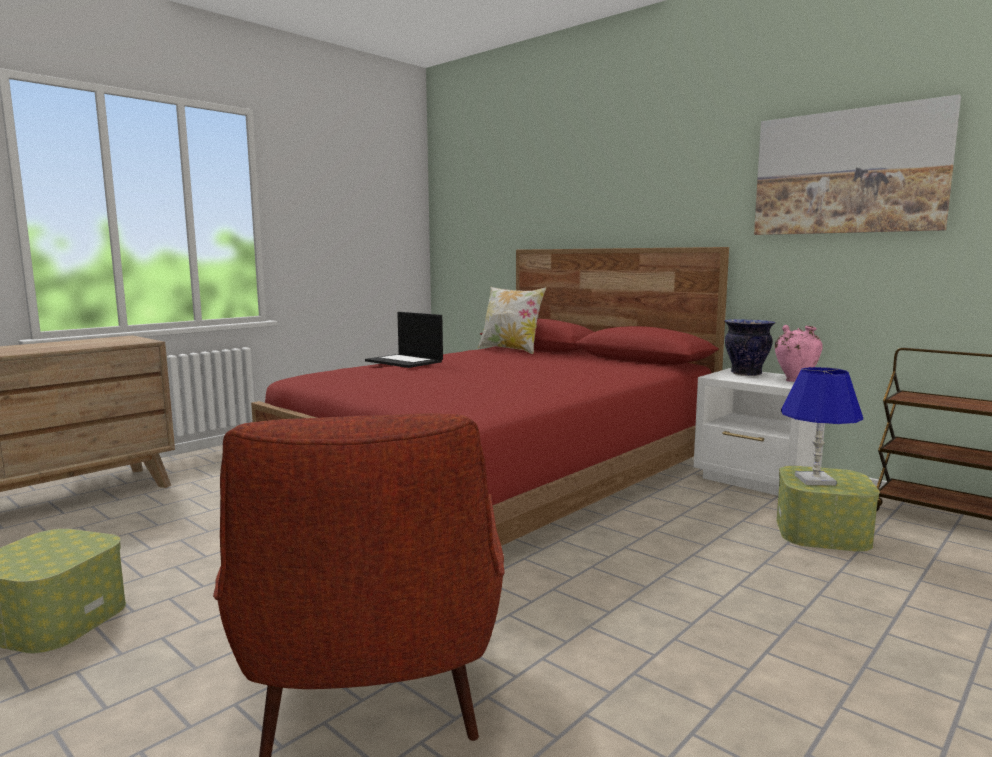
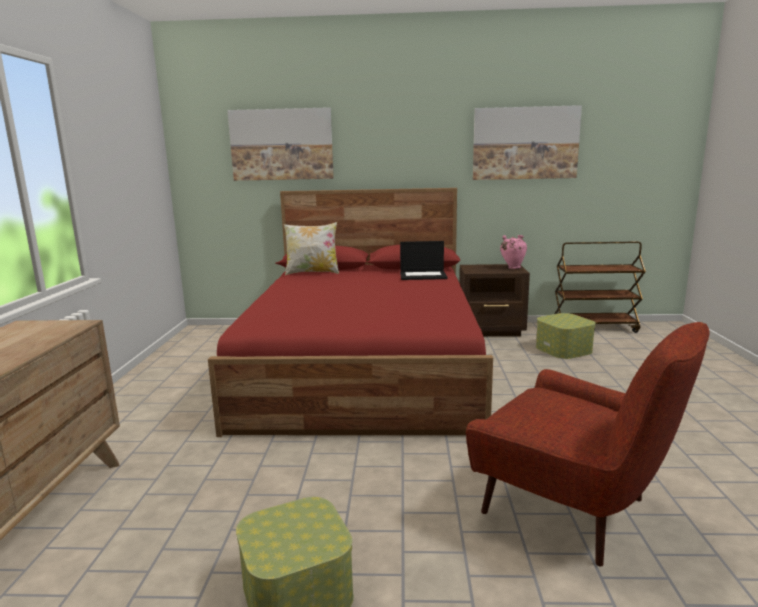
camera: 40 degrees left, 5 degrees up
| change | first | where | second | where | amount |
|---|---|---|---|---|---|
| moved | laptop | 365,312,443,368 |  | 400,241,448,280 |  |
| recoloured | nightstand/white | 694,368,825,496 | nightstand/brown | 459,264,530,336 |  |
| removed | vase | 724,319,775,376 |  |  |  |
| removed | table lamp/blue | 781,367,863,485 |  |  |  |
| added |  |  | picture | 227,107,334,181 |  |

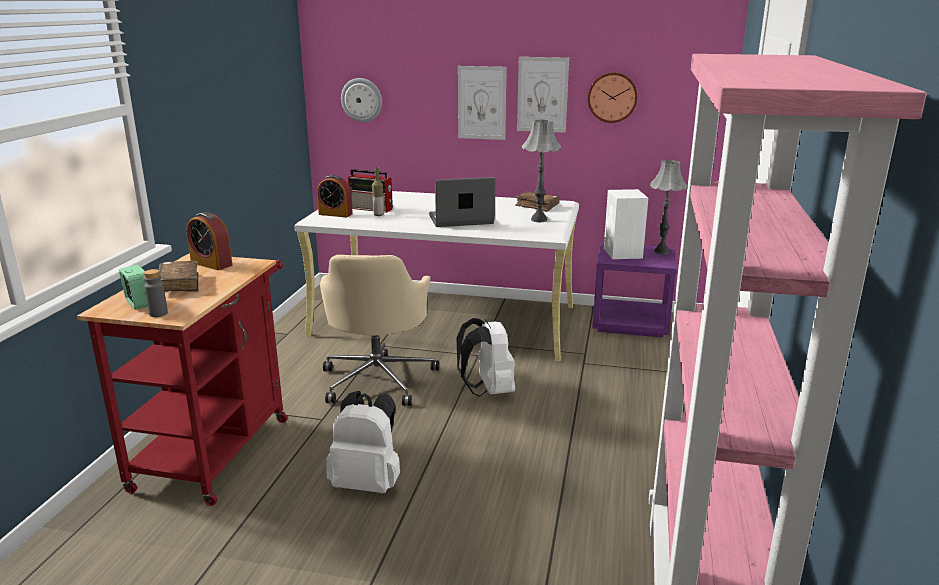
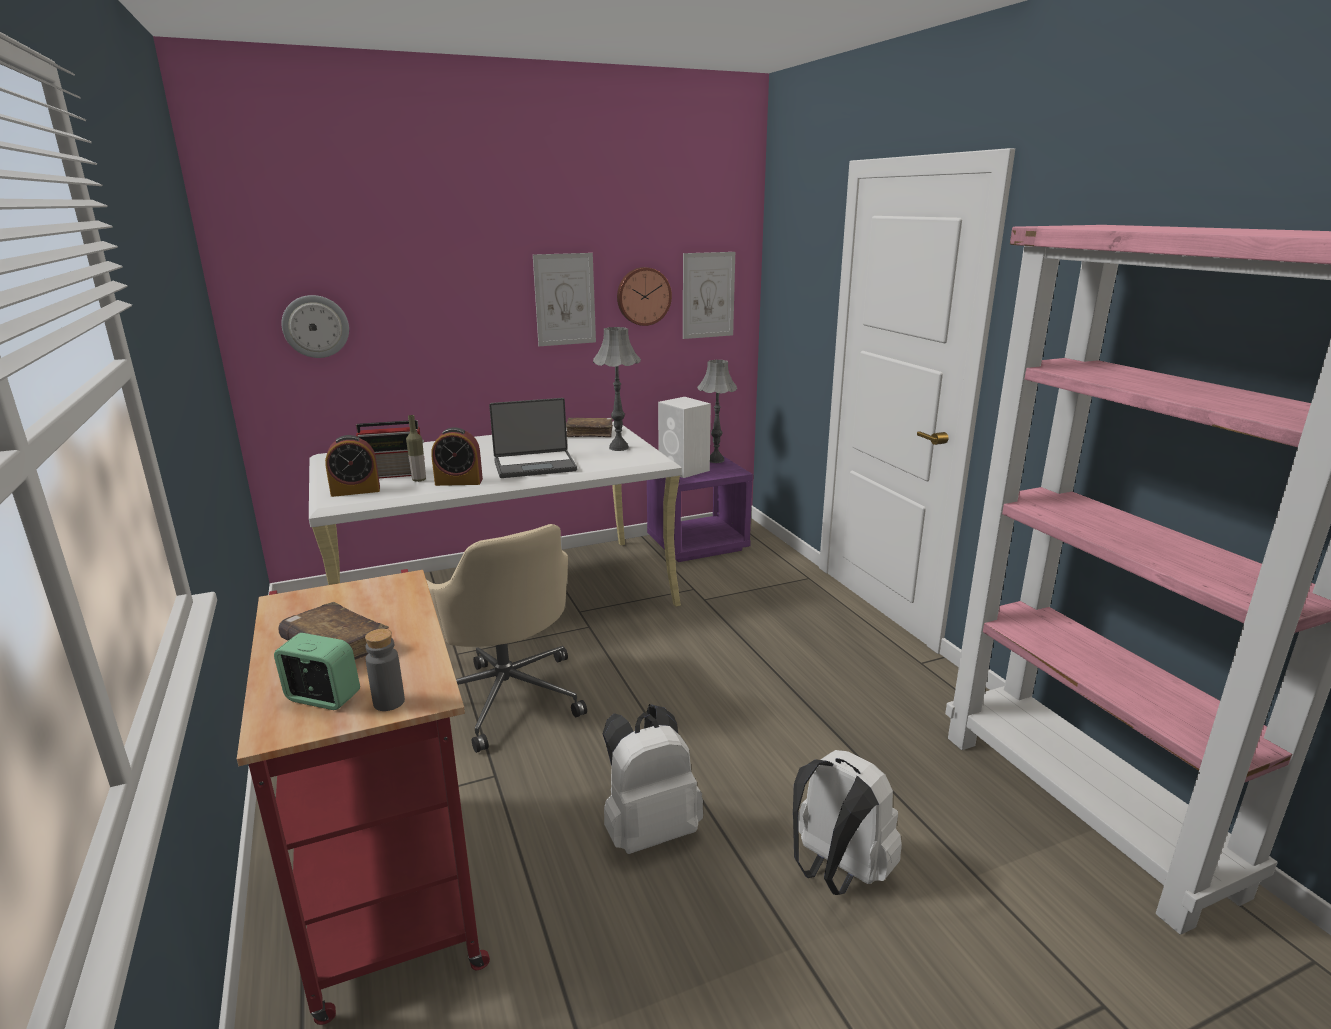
camera: 35 degrees left, 0 degrees up
| change | first | where | second | where | amount |
|---|---|---|---|---|---|
| moved | alarm clock | 187,212,232,270 |  | 431,427,483,486 |  |
| turned | laptop | 429,177,495,227 |  | 489,398,577,478 | 150 degrees counterclockwise |
| moved | backpack/white | 456,318,515,397 |  | 793,750,902,895 |  |
| moved | picture | 458,66,507,140 |  | 683,252,735,339 |  |

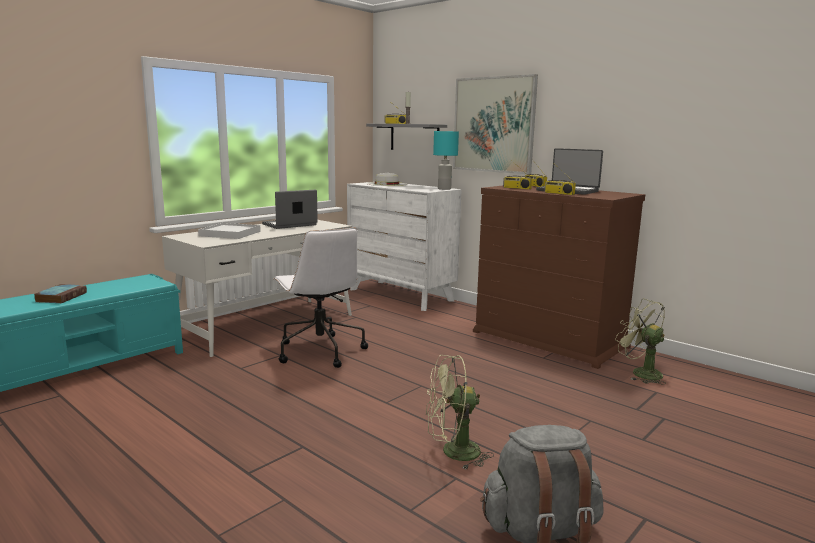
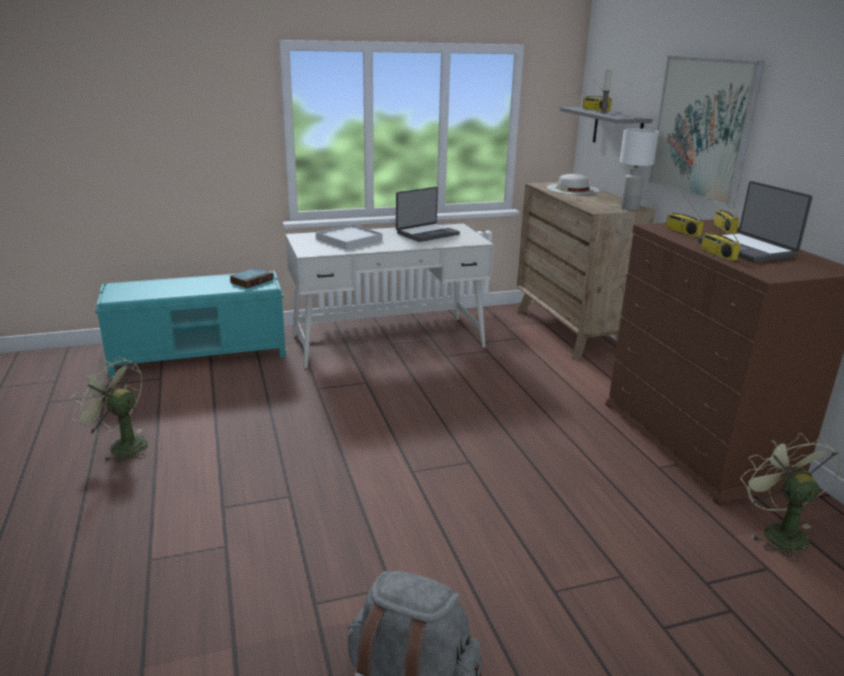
camera: 30 degrees right, 10 degrees up
| change | first | where | second | where | amount |
|---|---|---|---|---|---|
| moved | book | 34,284,87,303 |  | 230,268,274,288 |  |
| turned | laptop | 262,190,318,229 |  | 396,187,460,242 | 150 degrees clockwise |
| removed | office chair/white | 273,228,368,368 |  |  |  |
| recoloured | dresser/white | 347,182,462,311 | dresser/brown | 517,182,655,360 |  |
| moved | fan/green | 426,355,494,470 |  | 70,356,148,463 |  |
| recoloured | table lamp/turquoise | 433,131,459,190 | table lamp/white | 620,128,659,210 |  |

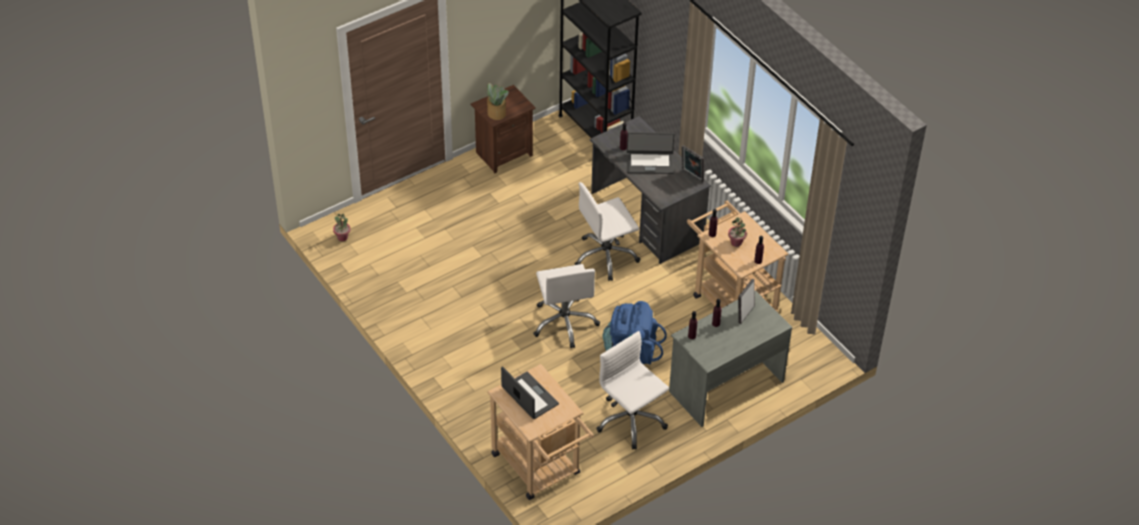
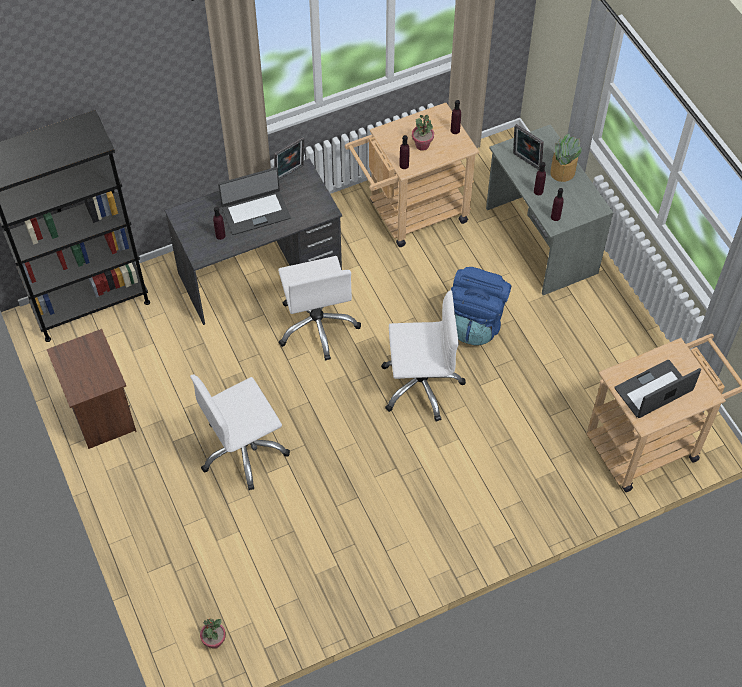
camera: 80 degrees left, 10 degrees up
| change | first | where | second | where | amount |
|---|---|---|---|---|---|
| moved | potted plant | 484,83,509,120 |  | 550,134,582,182 |  |
| moved | office chair/white | 596,331,669,450 |  | 190,374,290,490 |  |
| turned | laptop | 627,132,674,174 |  | 218,167,291,235 | 60 degrees clockwise |

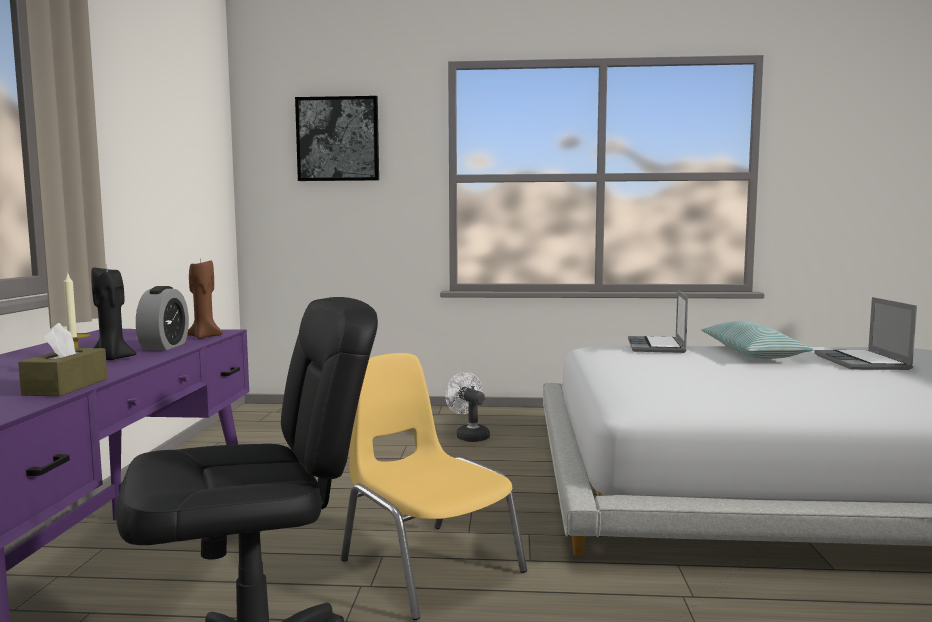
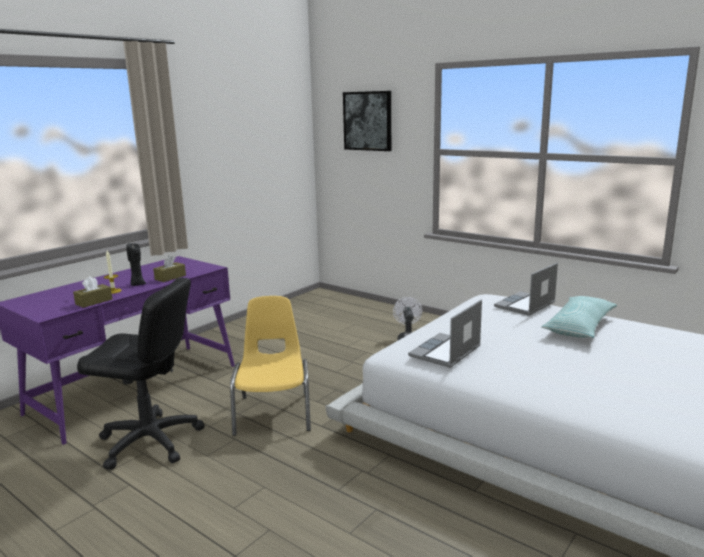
camera: 35 degrees right, 10 degrees up
| change | first | where | second | where | amount |
|---|---|---|---|---|---|
| replaced | alarm clock | 136,286,189,350 | tissue box/brown | 153,255,186,282 |  |
| removed | candle/brown | 187,259,223,339 |  |  |  |
| moved | laptop | 814,297,917,370 |  | 408,300,482,368 |  |

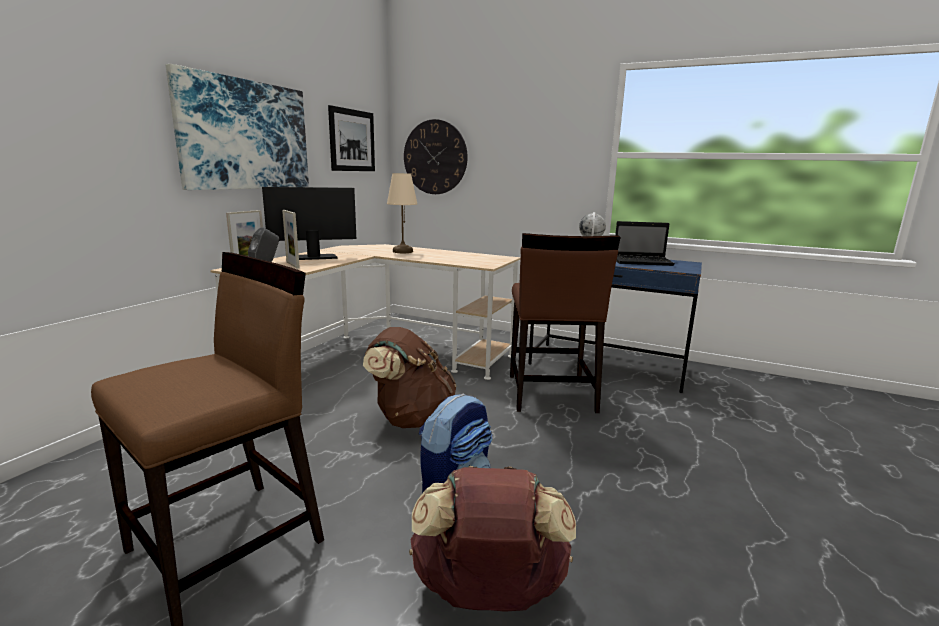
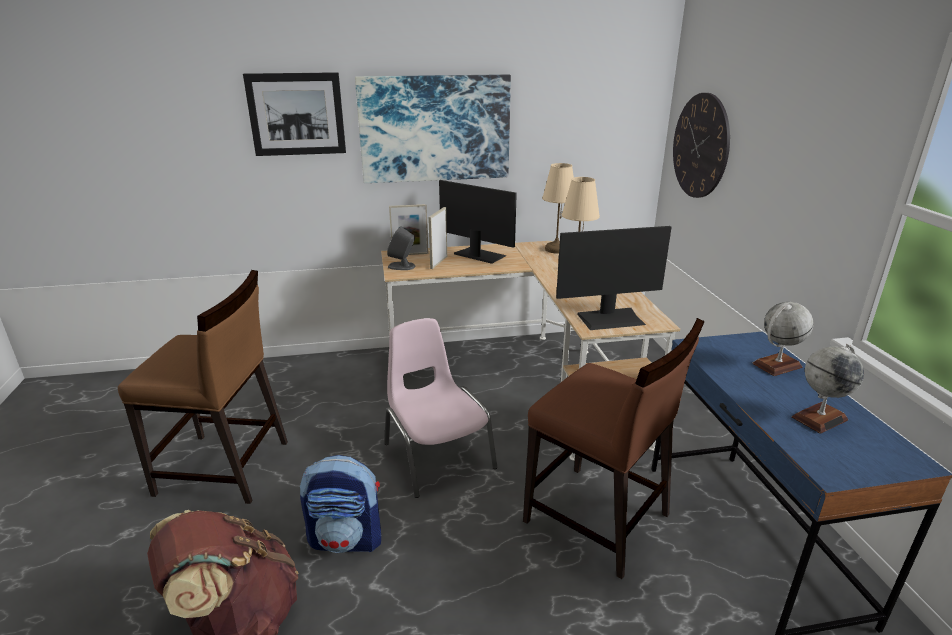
camera: 55 degrees right, 10 degrees up
| change | first | where | second | where | amount |
|---|---|---|---|---|---|
| moved | picture | 328,105,375,171 |  | 243,72,346,156 |  |
| replaced | backpack/brown | 363,327,456,428 | chair/pink | 384,318,498,498 |  |
| turned | chair/brown | 510,233,621,413 |  | 523,318,705,579 | 105 degrees counterclockwise |
| replaced | laptop | 615,221,675,266 | globe | 792,344,864,434 |  |
| added |  |  | table lamp/beige | 542,163,574,254 |  |
| added |  |  | monitor | 556,226,672,330 |  |

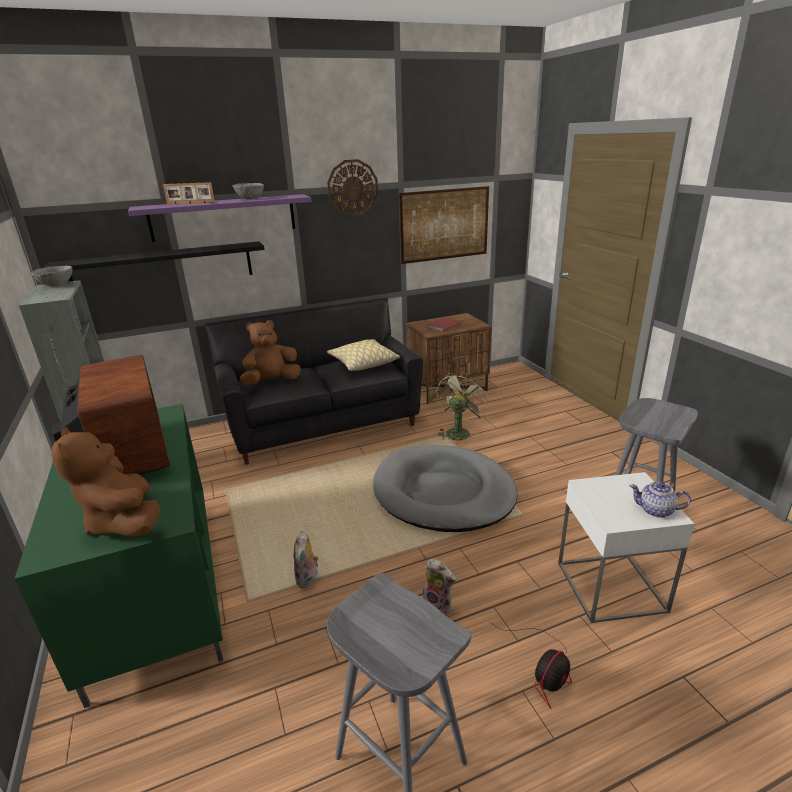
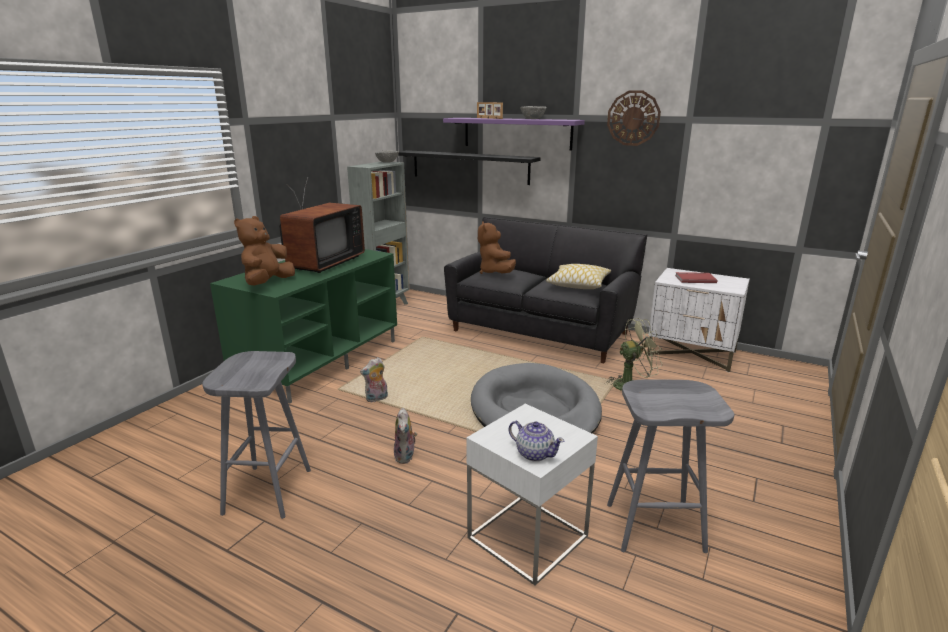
camera: 50 degrees right, 5 degrees down
| change | first | where | second | where | amount |
|---|---|---|---|---|---|
| turned | plush toy/brown | 240,320,301,385 |  | 478,221,516,274 | 120 degrees counterclockwise |
| removed | picture | 399,186,489,264 |  |  |  |
| recoloured | nightstand/brown | 406,313,492,404 | nightstand/white | 647,268,750,373 |  |
| removed | fan | 490,622,571,709 |  |  |  |
| turned | teapot | 630,482,691,518 |  | 509,421,564,462 | 150 degrees clockwise |

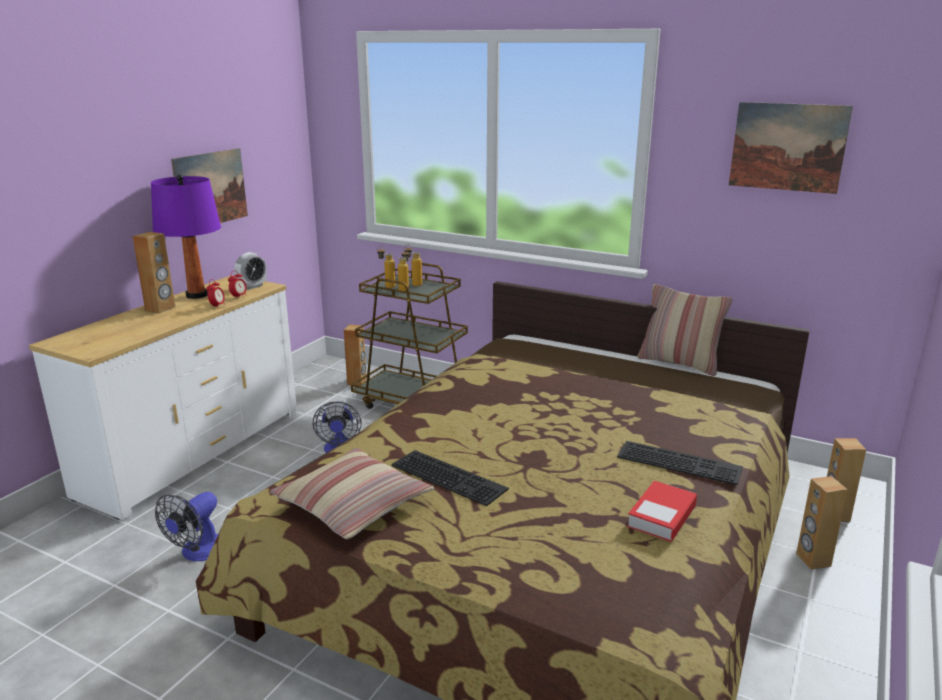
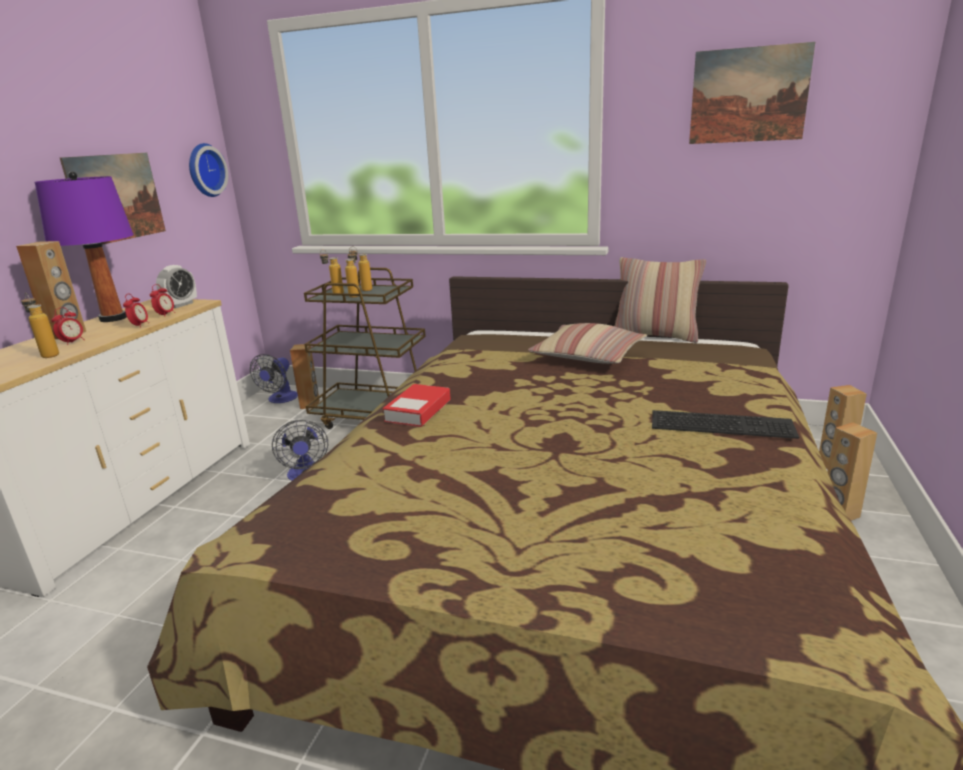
camera: 10 degrees left, 0 degrees up
| change | first | where | second | where | amount |
|---|---|---|---|---|---|
| moved | fan | 155,492,218,561 |  | 250,354,298,403 |  |
| moved | pillow | 270,448,434,539 |  | 528,323,647,364 |  |
| removed | keyboard | 391,450,509,506 |  |  |  |
| moved | book | 627,481,697,542 |  | 383,384,451,427 |  |
| added |  |  | bottle | 21,293,59,358 |  |
| added |  |  | alarm clock | 51,307,85,345 |  |
| added |  |  | wall clock | 189,143,228,197 |  |

